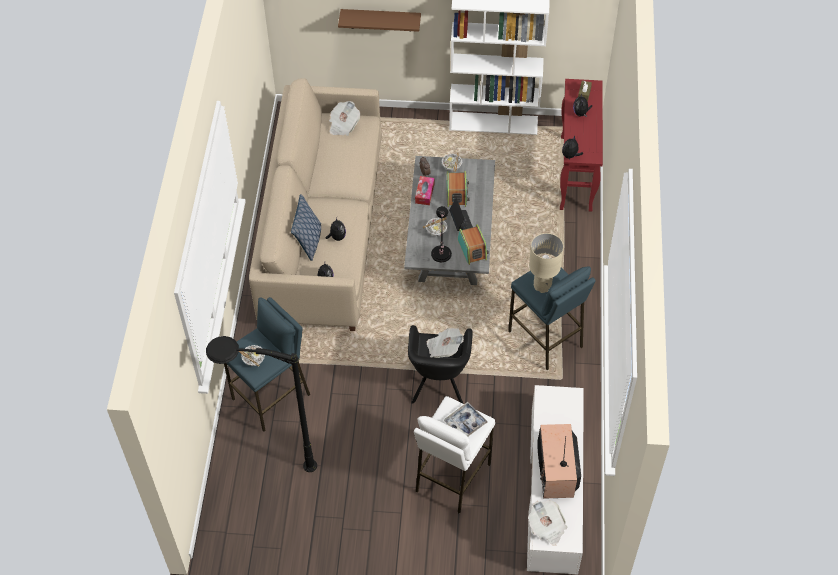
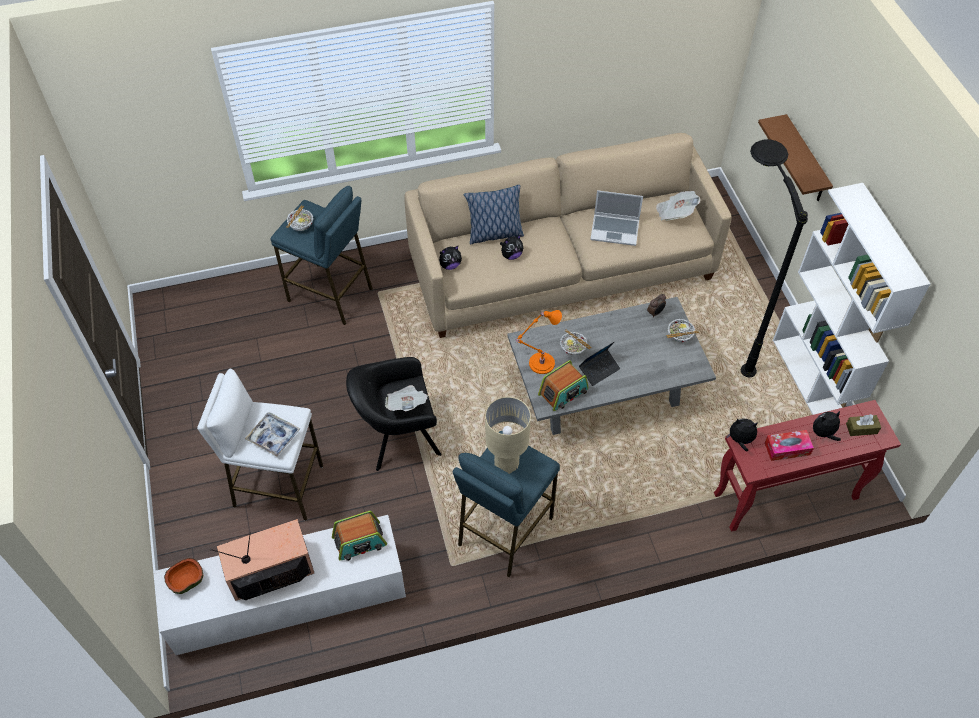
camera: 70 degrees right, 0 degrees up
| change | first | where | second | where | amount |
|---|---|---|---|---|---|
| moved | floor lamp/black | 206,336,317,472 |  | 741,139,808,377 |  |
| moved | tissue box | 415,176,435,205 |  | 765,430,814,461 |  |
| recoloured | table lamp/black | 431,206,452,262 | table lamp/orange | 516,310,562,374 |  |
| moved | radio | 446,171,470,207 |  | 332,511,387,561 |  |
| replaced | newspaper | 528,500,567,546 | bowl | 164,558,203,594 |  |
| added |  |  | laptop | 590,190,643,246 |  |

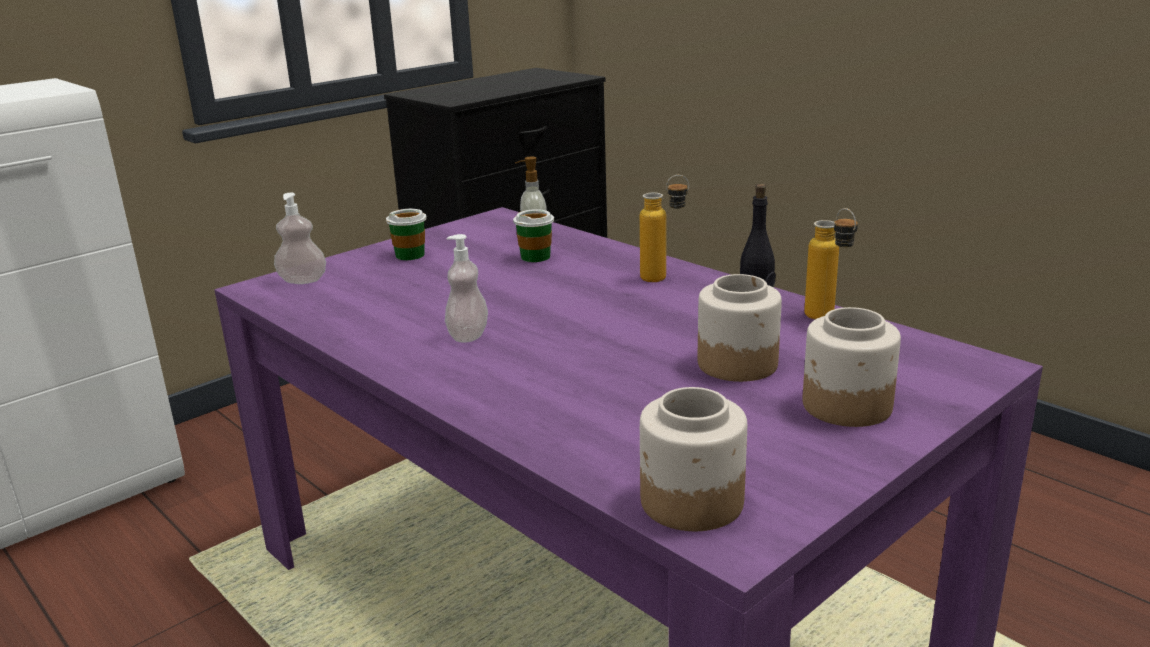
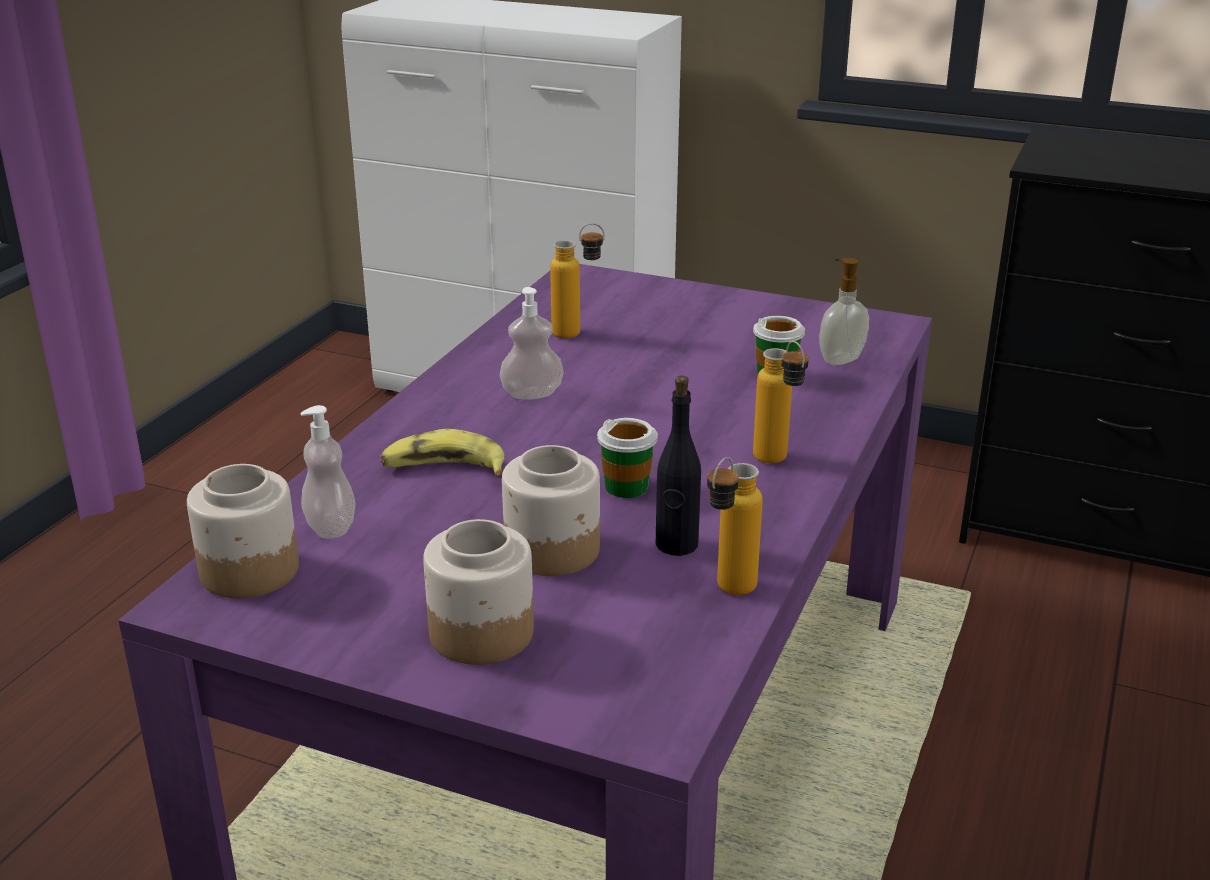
camera: 65 degrees right, 5 degrees up
| change | first | where | second | where | amount |
|---|---|---|---|---|---|
| moved | soap dispenser | 274,193,326,284 |  | 300,405,356,539 |  |
| moved | cup | 386,209,427,260 |  | 597,418,658,498 |  |
| added |  |  | banana | 381,429,505,476 |  |
| added |  |  | bottle | 550,223,605,339 |  |

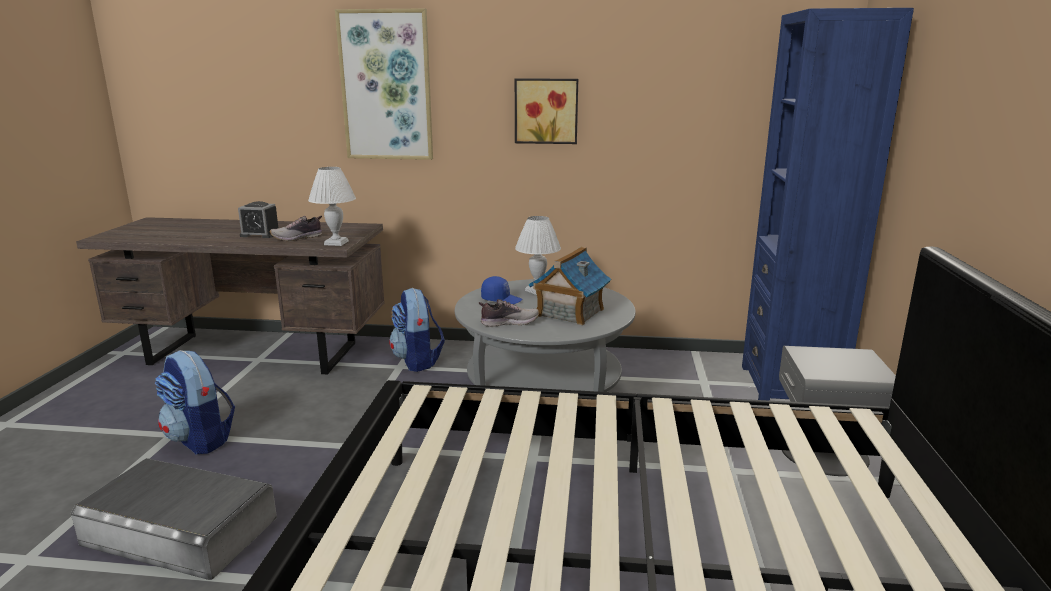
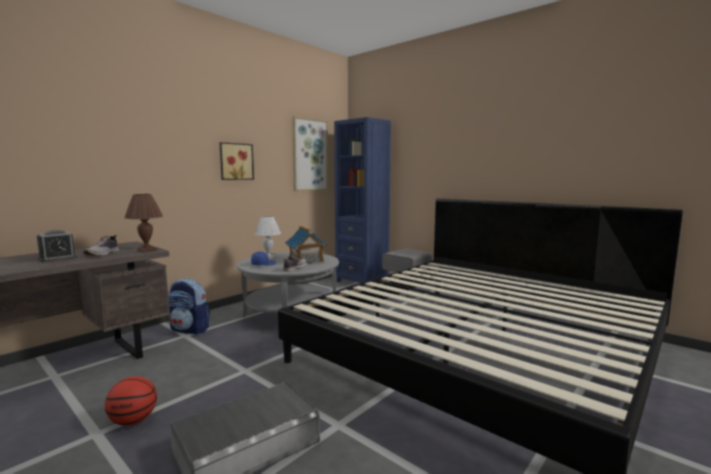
camera: 55 degrees left, 10 degrees down
| change | first | where | second | where | amount |
|---|---|---|---|---|---|
| replaced | backpack | 155,350,235,455 | basketball | 105,376,157,426 |  |
| recoloured | table lamp/white | 308,167,356,246 | table lamp/brown | 125,194,163,252 |  |
| moved | picture | 335,9,433,160 |  | 292,116,328,191 |  |

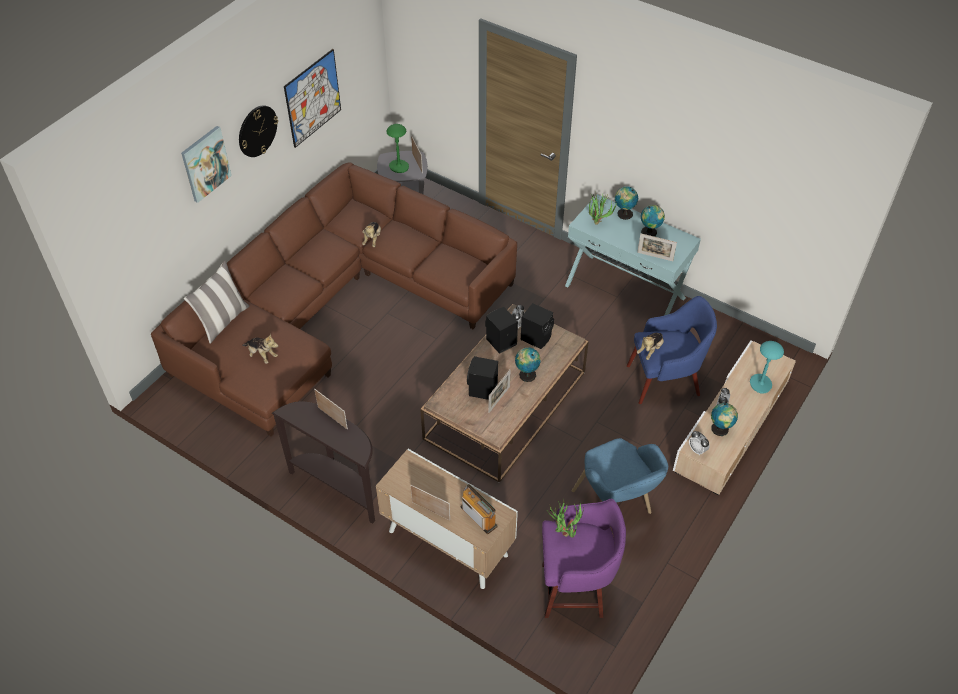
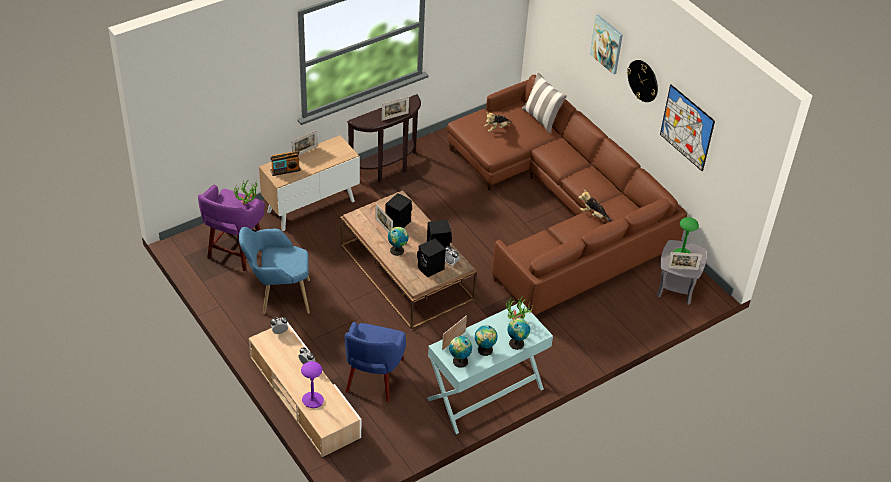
camera: 110 degrees right, 5 degrees down
| change | first | where | second | where | amount |
|---|---|---|---|---|---|
| removed | plush toy | 637,333,664,360 |  |  |  |
| moved | globe | 711,403,738,436 |  | 449,336,472,368 |  |
| recoloured | table lamp/turquoise | 750,341,784,394 | table lamp/purple | 301,361,324,408 |  |

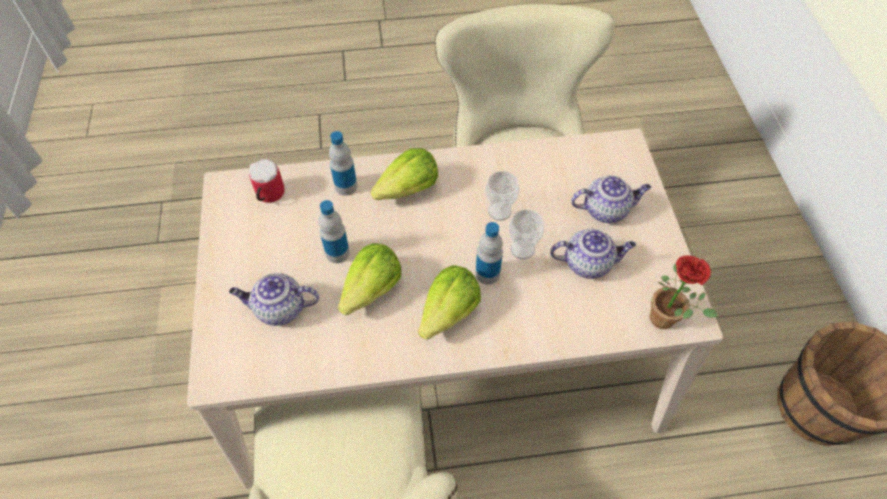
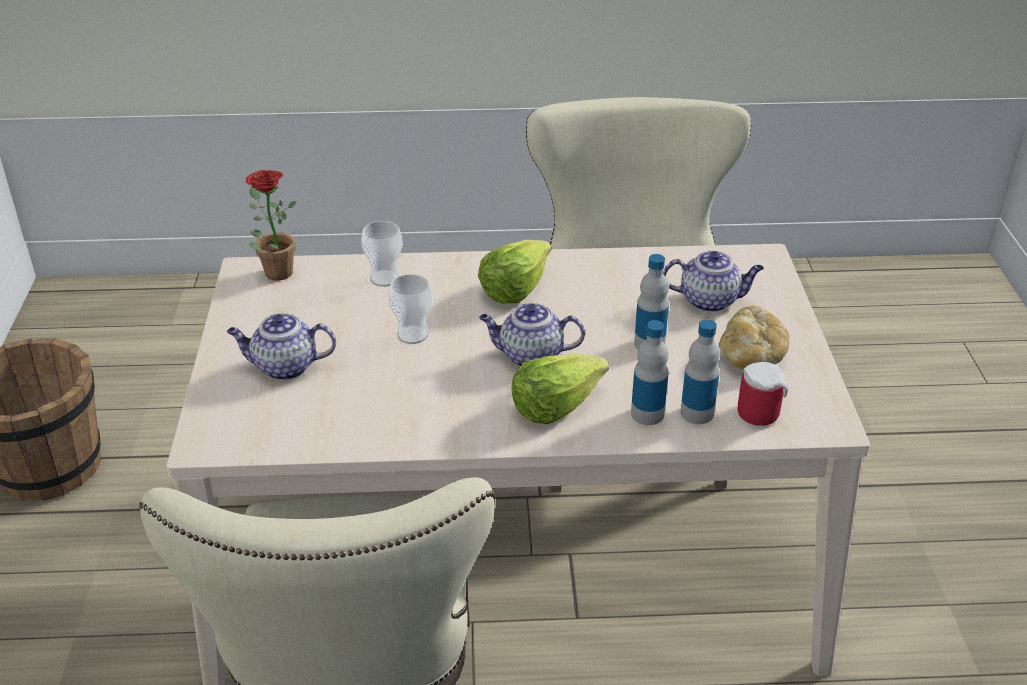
camera: 175 degrees left, 20 degrees down
| change | first | where | second | where | amount |
|---|---|---|---|---|---|
| removed | lettuce | 338,243,401,315 |  |  |  |
| moved | bottle | 475,222,503,285 |  | 681,319,720,424 |  |
| moved | cup | 485,171,519,221 |  | 361,221,403,287 |  |
| moved | teapot | 550,228,636,279 |  | 479,303,585,366 |  |
| added |  |  | bread | 719,306,789,369 |  |

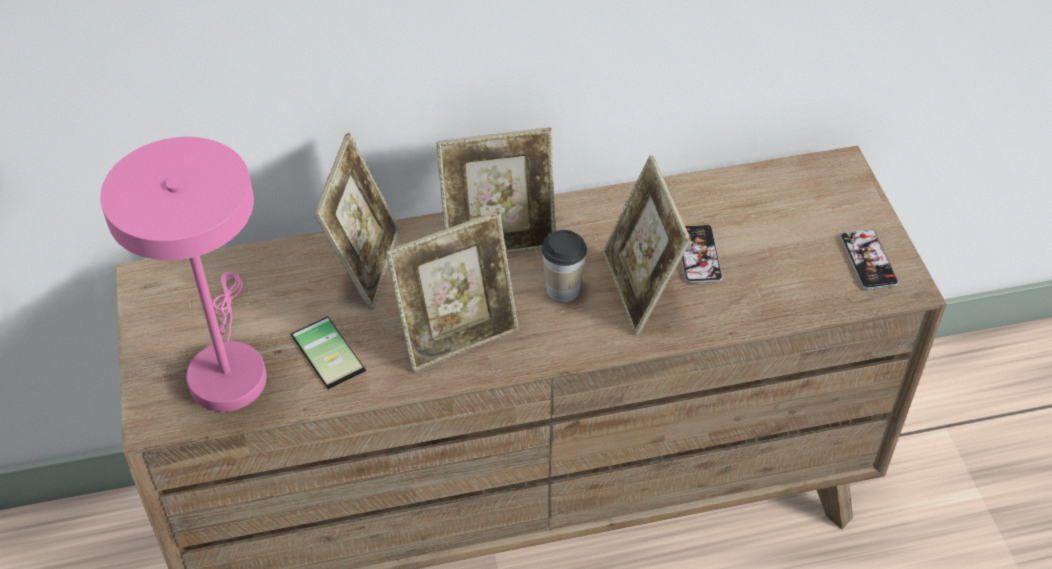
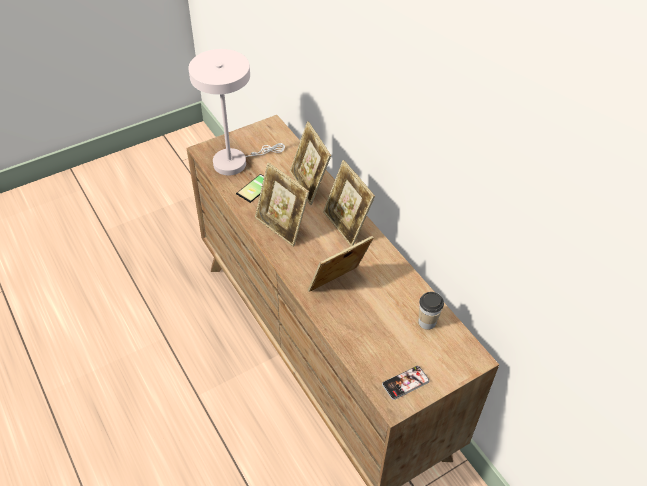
camera: 70 degrees right, 0 degrees up
| change | first | where | second | where | amount |
|---|---|---|---|---|---|
| recoloured | table lamp/pink | 100,137,267,412 | table lamp/white | 188,49,285,175 |  |
| turned | picture frame | 315,133,399,310 |  | 290,121,331,205 | 75 degrees clockwise |
| moved | cup | 542,230,587,302 |  | 418,292,444,330 |  |
| removed | phone | 681,225,723,283 |  |  |  |

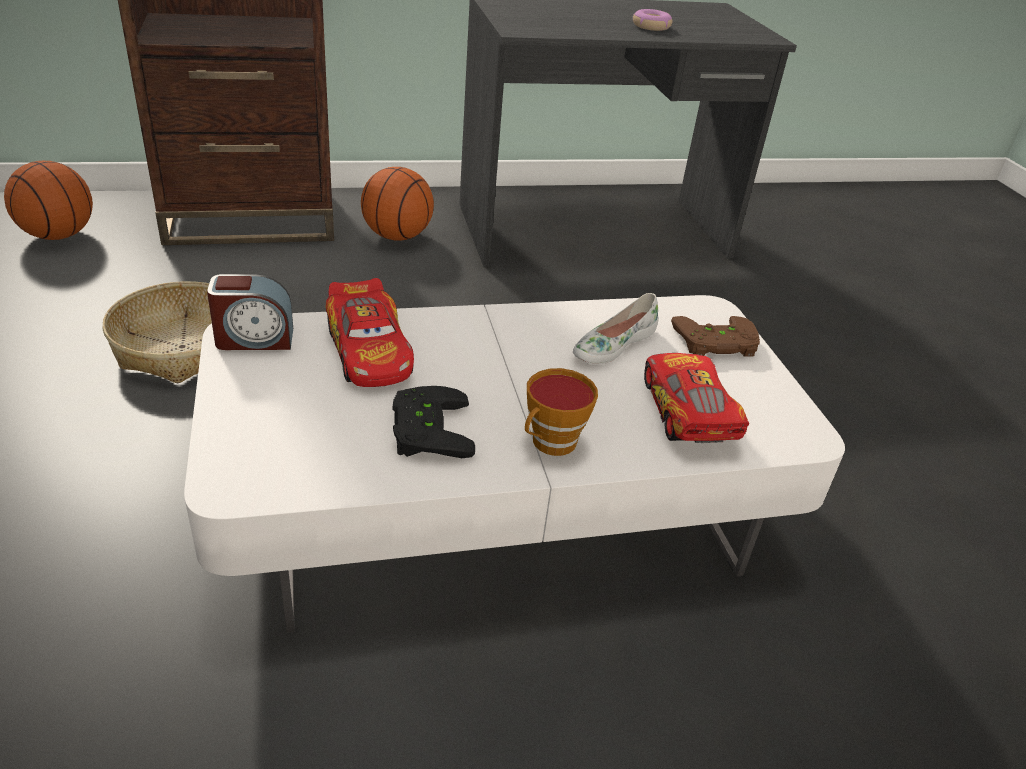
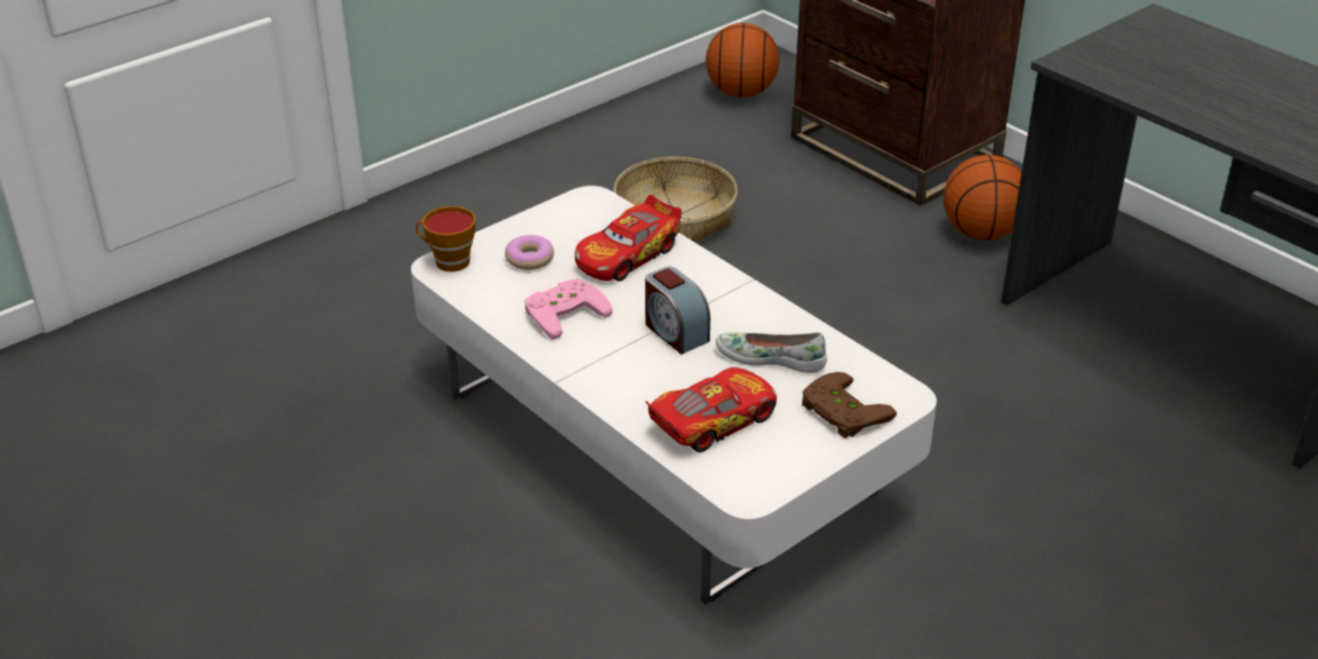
camera: 65 degrees right, 0 degrees up
| change | first | where | second | where | amount |
|---|---|---|---|---|---|
| moved | alarm clock | 207,274,293,350 |  | 645,267,710,354 |  |
| recoloured | game controller/black | 392,386,475,458 | game controller/pink | 525,279,612,339 |  |
| moved | cup | 525,368,598,456 |  | 416,206,476,272 |  |
| moved | donut | 633,9,672,31 |  | 505,235,554,270 |  |

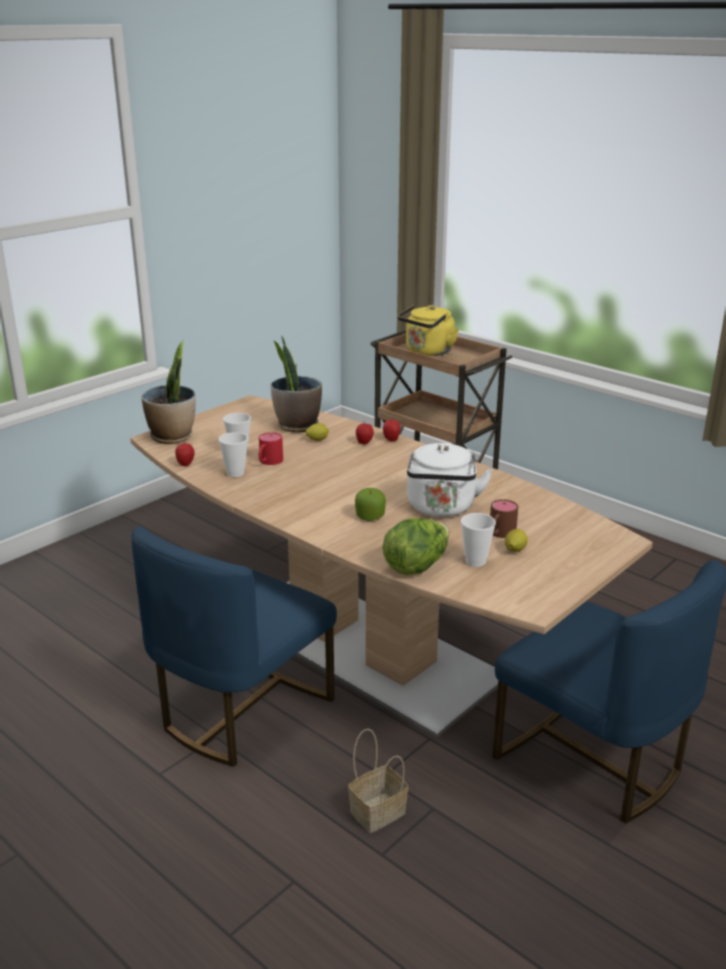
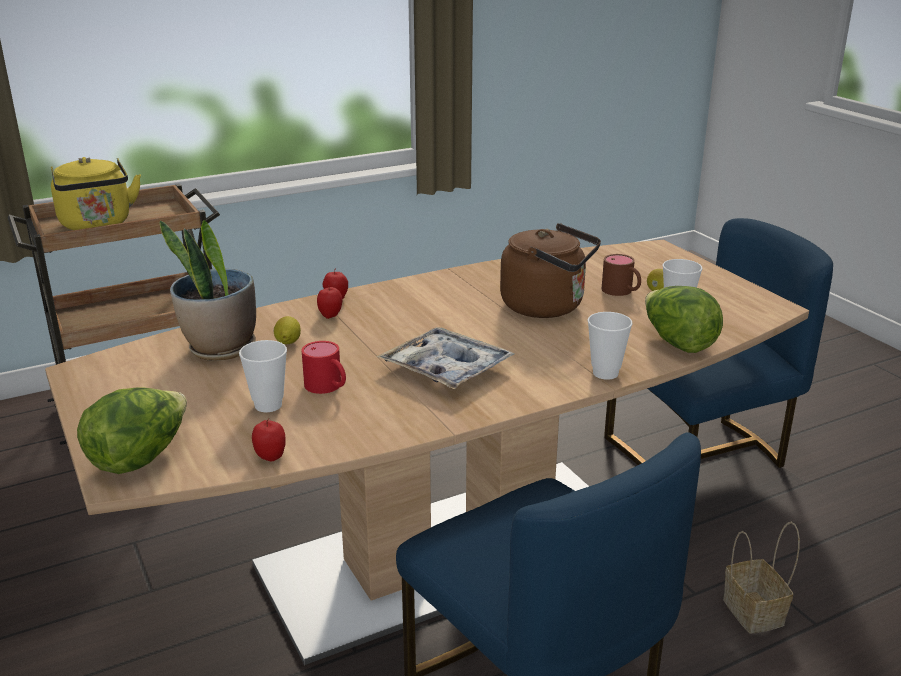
camera: 70 degrees left, 0 degrees up
| change | first | where | second | where | amount |
|---|---|---|---|---|---|
| replaced | potted plant | 141,340,196,444 | lettuce | 77,388,187,474 |  |
| moved | cup | 219,432,248,477 |  | 588,312,633,380 |  |
| removed | apple | 355,488,386,521 |  |  |  |
| recoloured | kettle/white | 407,443,493,517 | kettle/brown | 500,223,601,318 |  |
| added |  |  | tray | 377,327,514,389 |  |

